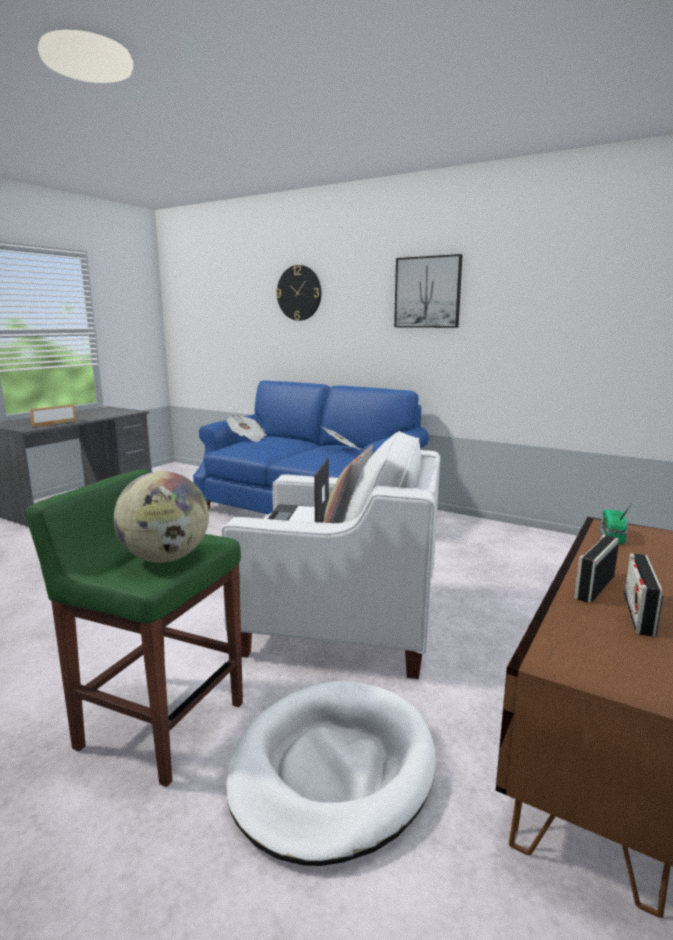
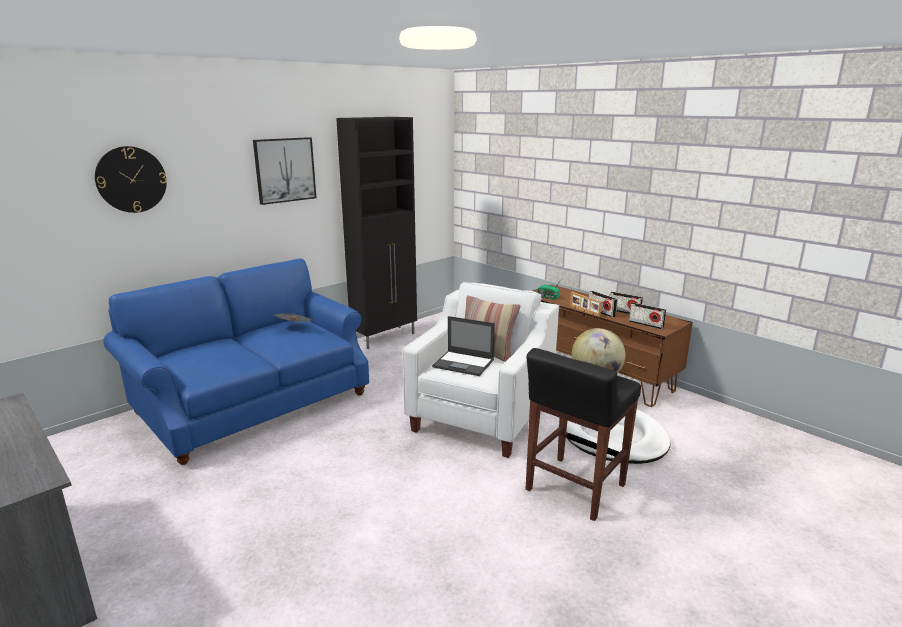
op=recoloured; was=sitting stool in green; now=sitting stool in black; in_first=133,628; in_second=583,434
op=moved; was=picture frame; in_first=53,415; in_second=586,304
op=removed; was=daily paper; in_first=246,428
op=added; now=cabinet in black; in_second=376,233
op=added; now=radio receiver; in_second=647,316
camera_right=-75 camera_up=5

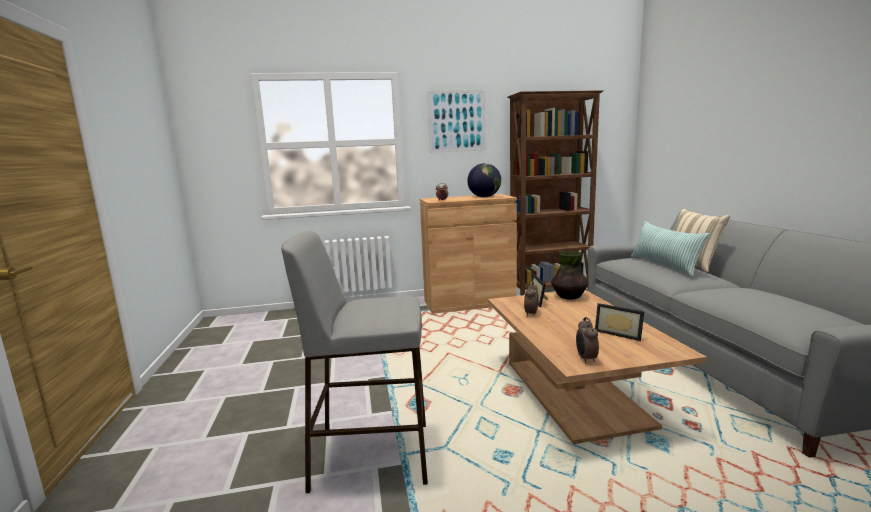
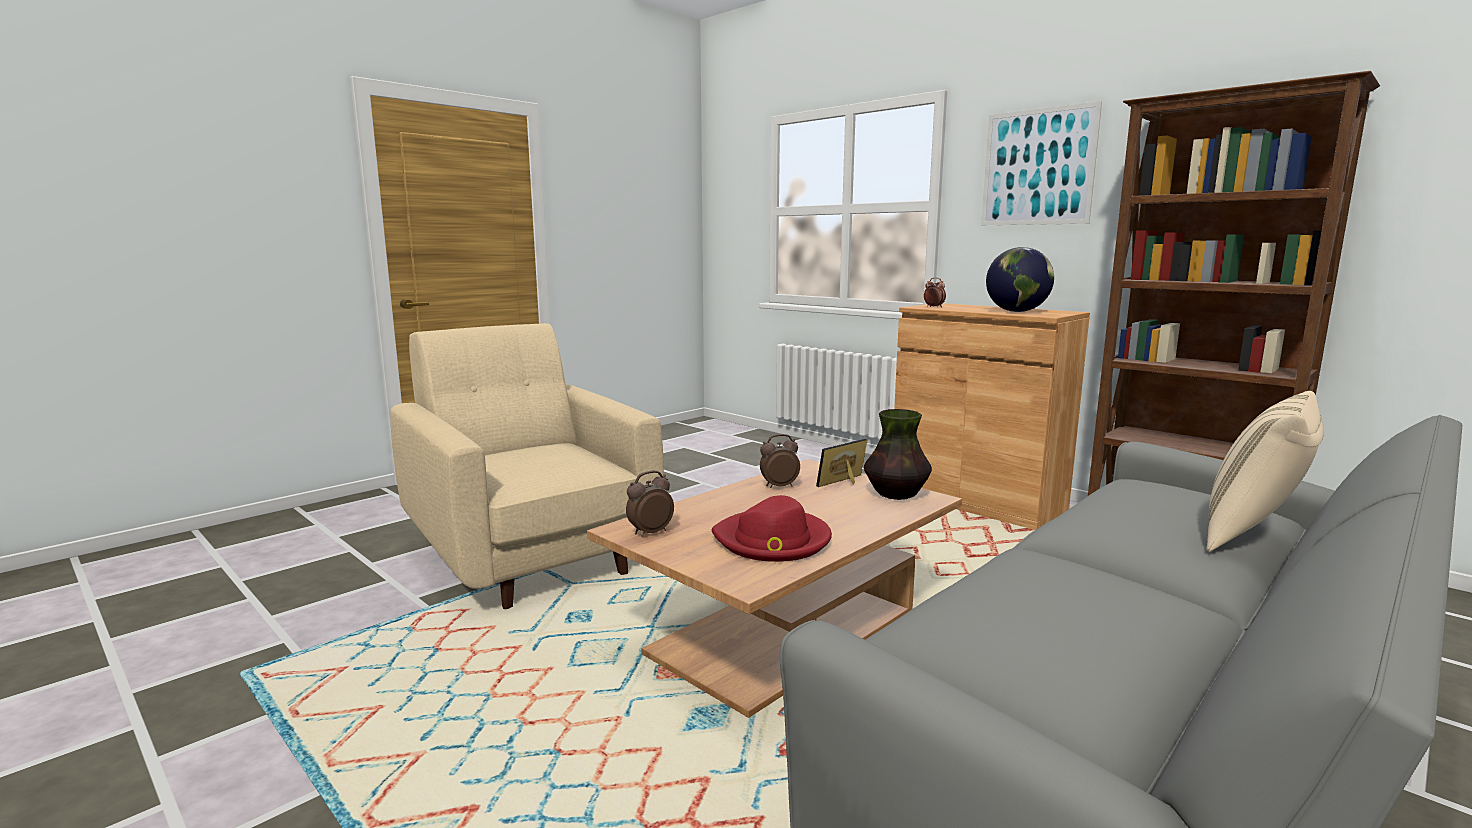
op=replaced; was=sitting stool in greyish; now=easy chair in beige-coloured; in_first=354,362; in_second=527,466
op=replaced; was=picture frame; now=clothing hat in red-coloured; in_first=619,322; in_second=772,528
op=removed; was=cushion; in_first=670,248
camera_right=55 camera_up=0

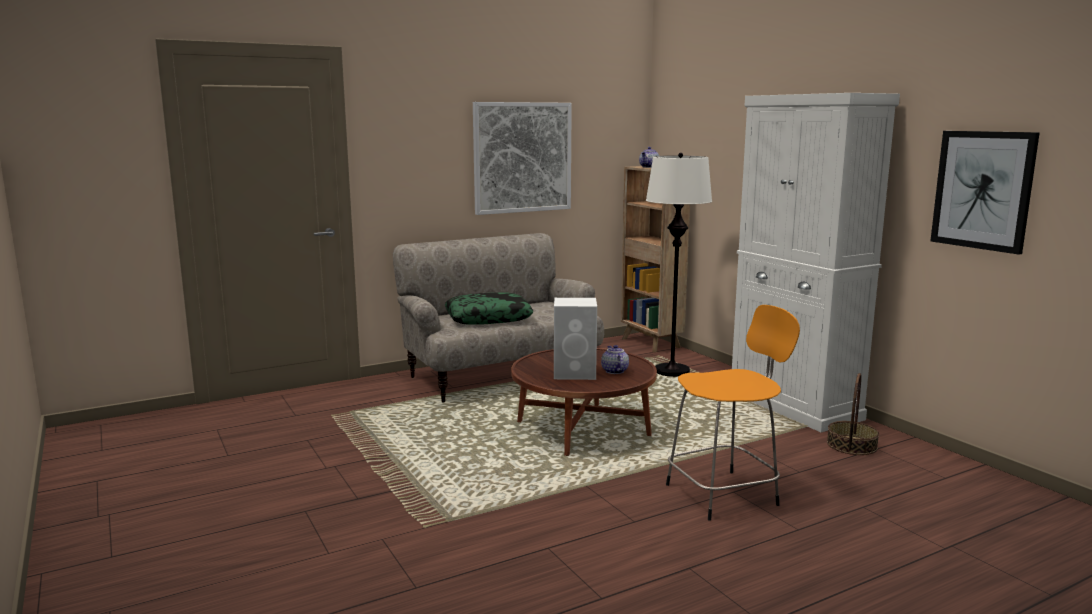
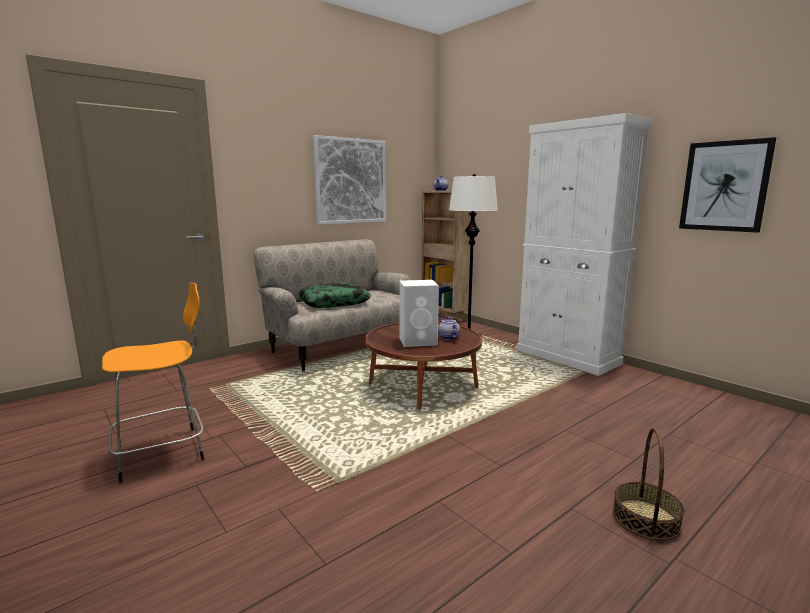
op=moved; was=sitting stool in orange; in_first=733,413; in_second=153,382
op=moved; was=storage basket; in_first=853,414; in_second=648,484
camera_right=-10 camera_up=0

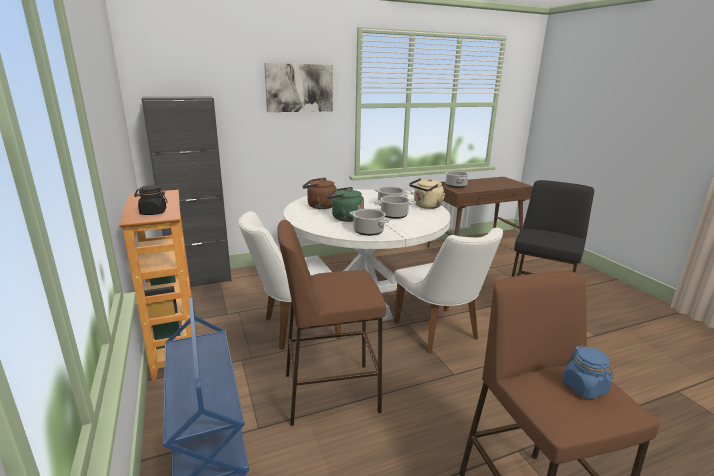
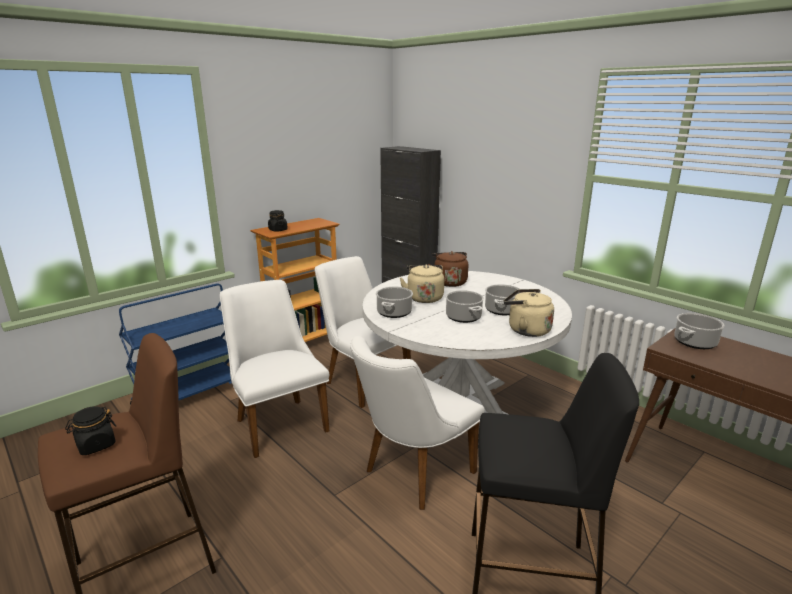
op=removed; was=wall picture; in_first=298,87
op=replaced; was=sitting stool in brown-coloured; now=plain chair in whitish; in_first=331,323; in_second=274,369
op=recoloured; was=water kettle in green; now=water kettle in beige-coloured; in_first=345,204; in_second=422,284
op=recoloured; was=preserve jar in blue-coloured; now=preserve jar in black; in_first=588,372; in_second=90,430
camera_right=70 camera_up=0

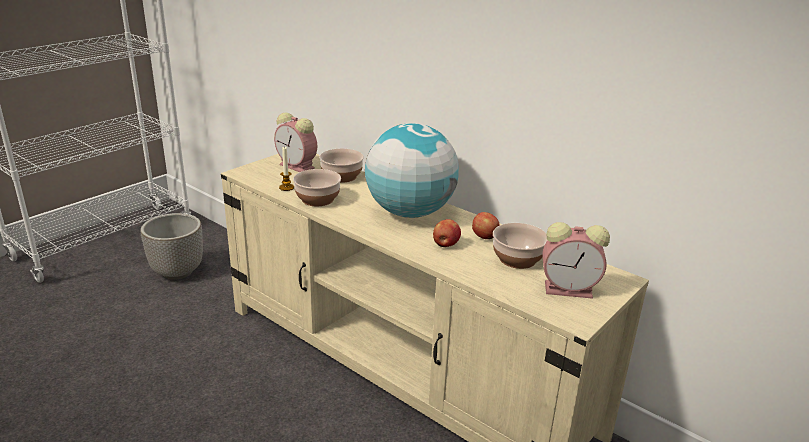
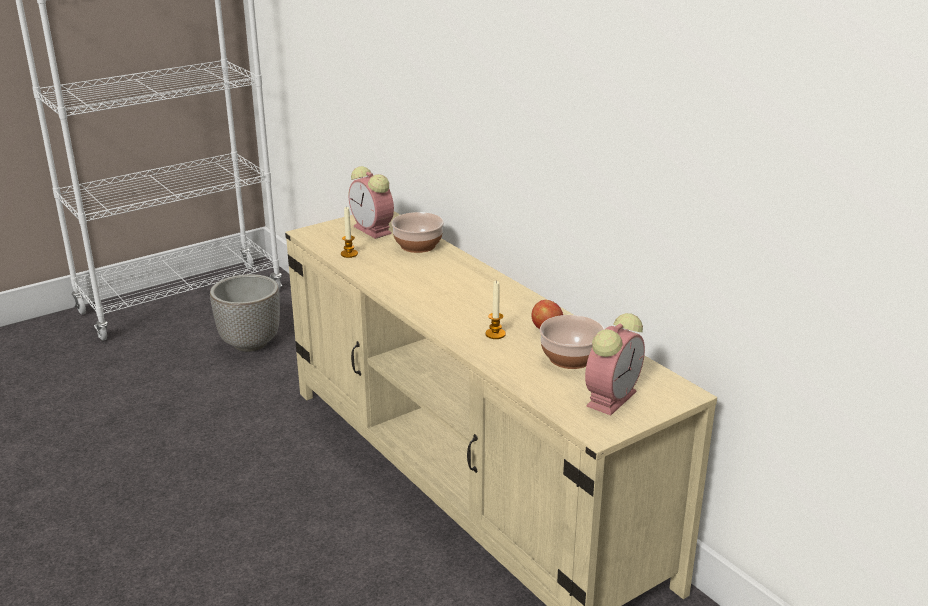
op=removed; was=bowl; in_first=317,187
op=removed; was=desk globe; in_first=412,170
op=replaced; was=apple fruit; now=wax light; in_first=447,233; in_second=495,309
op=turned; was=table clock; in_first=576,260; in_second=615,364; clockwise=-75
camera_right=15 camera_up=0

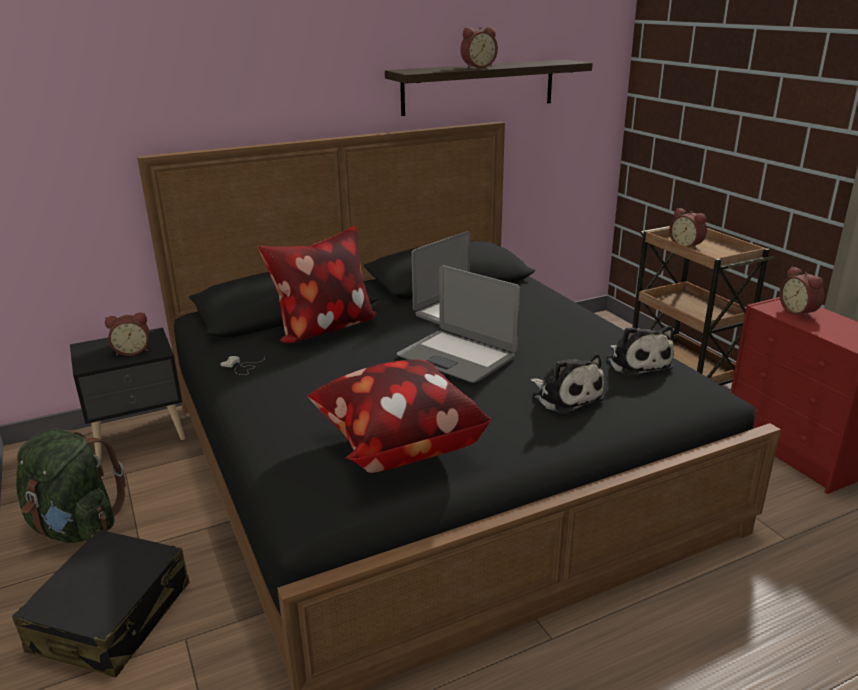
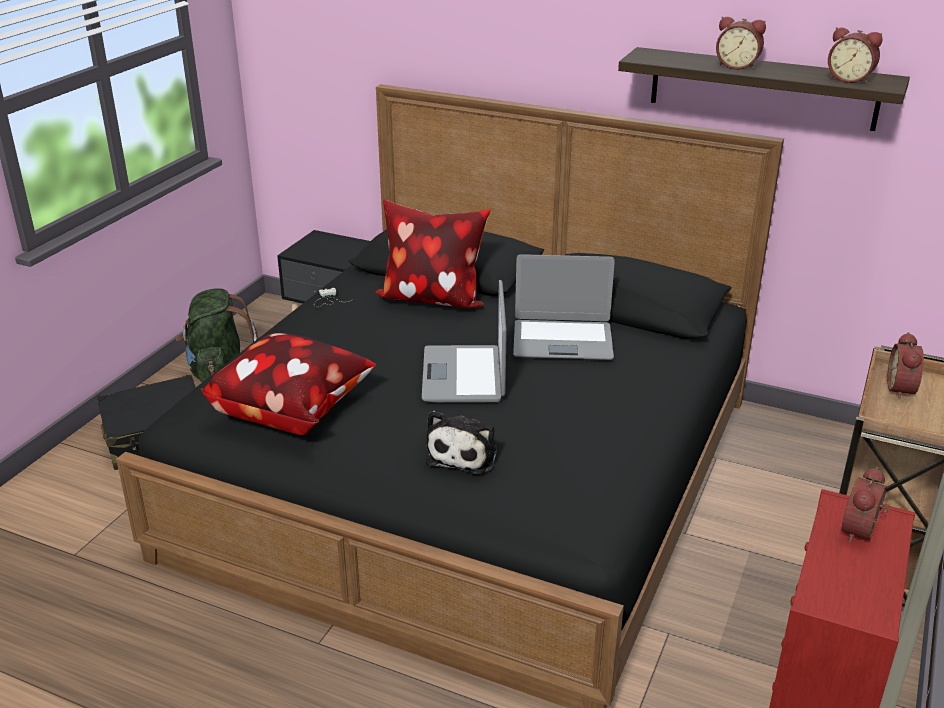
op=moved; was=table clock; in_first=127,334; in_second=855,55
op=removed; was=soft toy; in_first=640,351
camera_right=50 camera_up=5

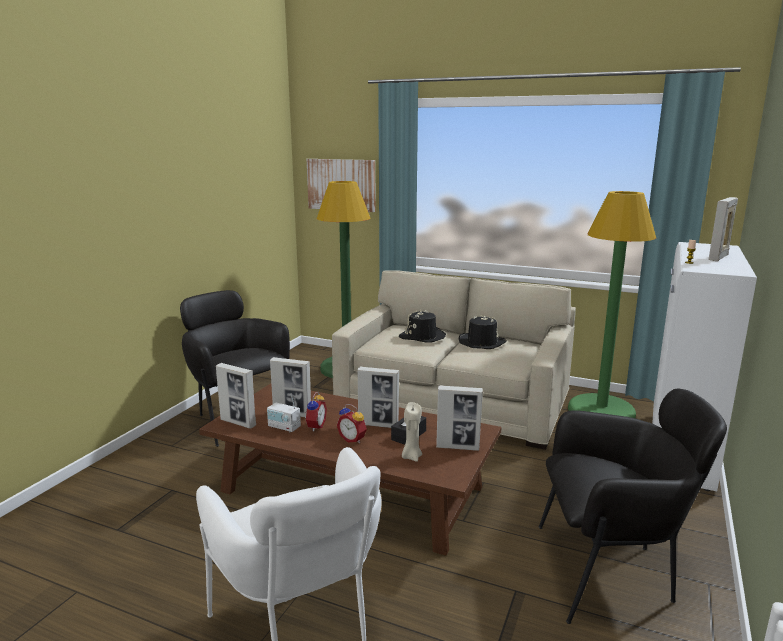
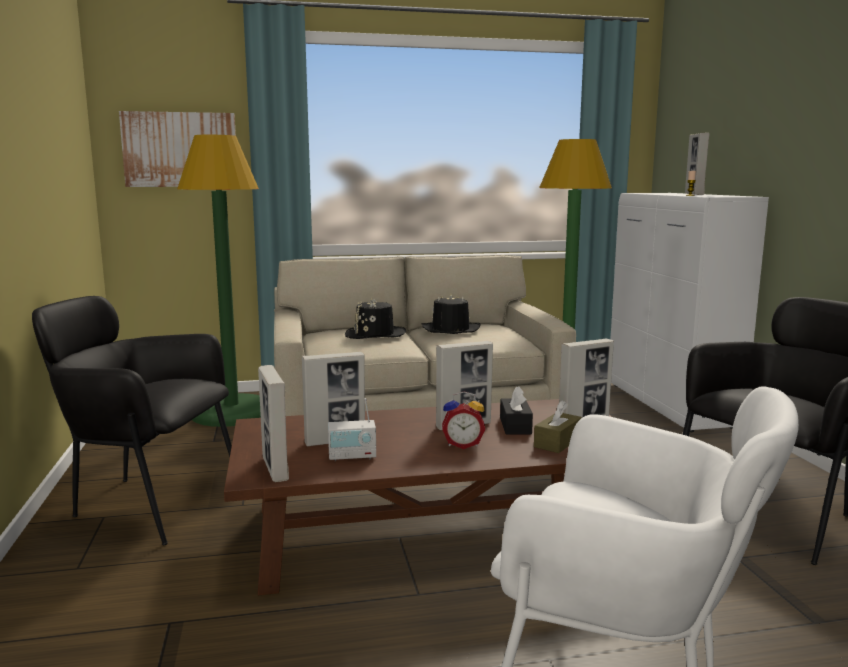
op=turned; was=picture frame; in_first=236,396; in_second=273,423; clockwise=75
op=removed; was=table clock; in_first=315,411
op=replaced; was=wax light in beige-coloured; now=tissue holder in brown-coloured; in_first=412,432; in_second=558,426
camera_right=-35 camera_up=-5

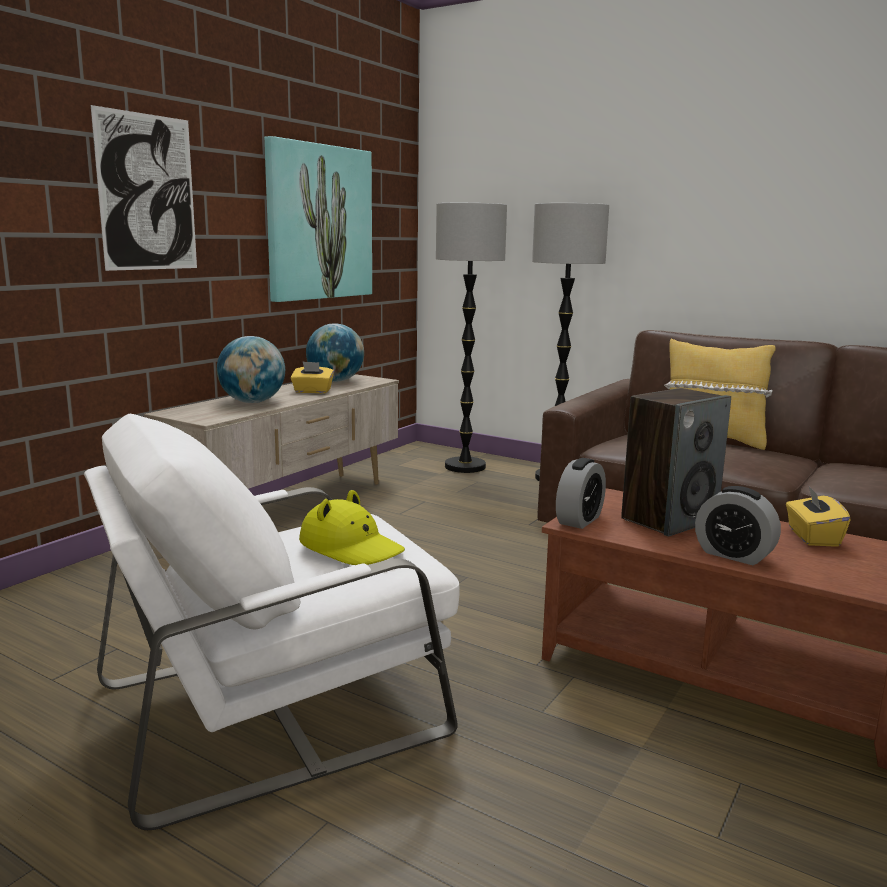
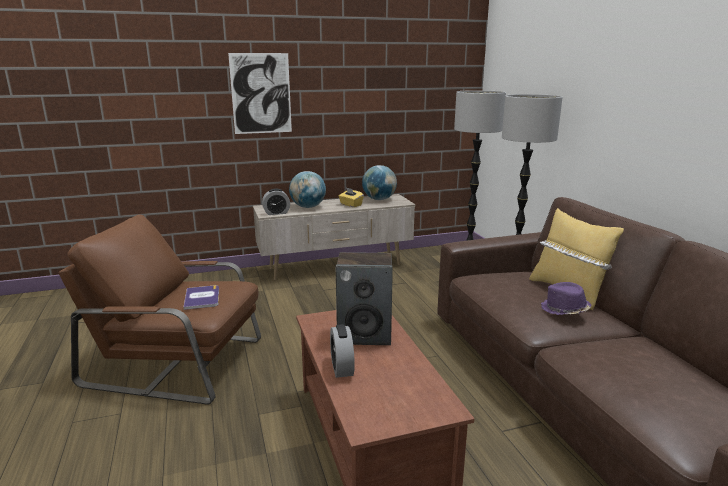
op=recoloured; was=easy chair in whitish; now=easy chair in brown-coloured; in_first=271,622; in_second=160,309
op=removed; was=wall picture; in_first=318,219
op=replaced; was=clothing hat in yellow-coloured; now=bound book; in_first=352,527; in_second=201,297
op=moved; was=table clock; in_first=581,493; in_second=276,202
op=removed; was=tissue holder in yellow-coloured; in_first=818,517
op=added; now=clothing hat in purple-coloured; in_second=566,298
camera_right=40 camera_up=5

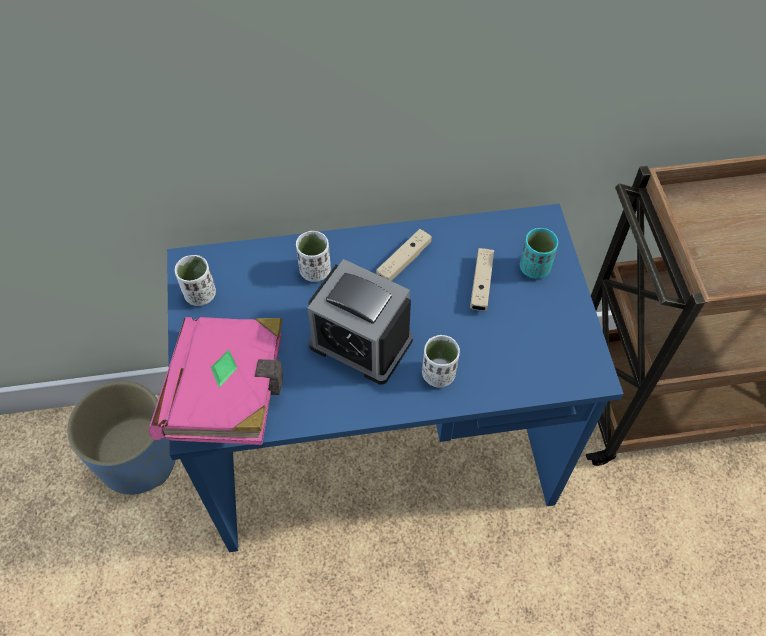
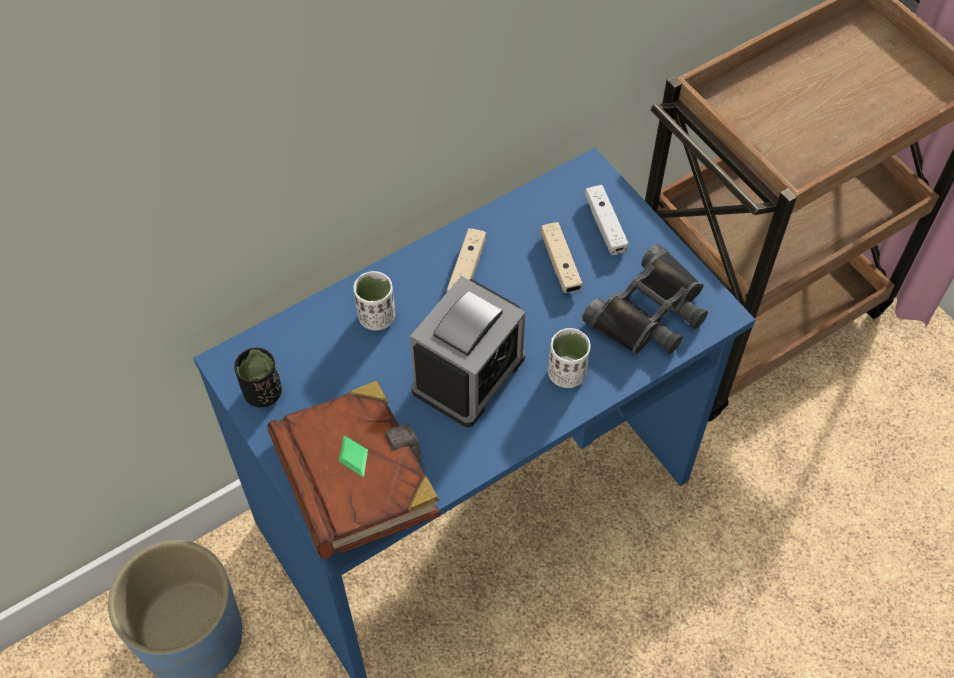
op=recoloured; was=bound book in pink; now=bound book in brown-coloured; in_first=216,381; in_second=354,470
op=recoloured; was=cup in whitish; now=cup in black; in_first=195,280; in_second=258,378
op=turned; was=table clock; in_first=360,322; in_second=467,351; clockwise=-60
op=replaced; was=cup in turquoise; now=joypad in whitish; in_first=539,253; in_second=607,220
op=added; now=field glasses in black; in_second=645,299
camera_right=-25 camera_up=0

